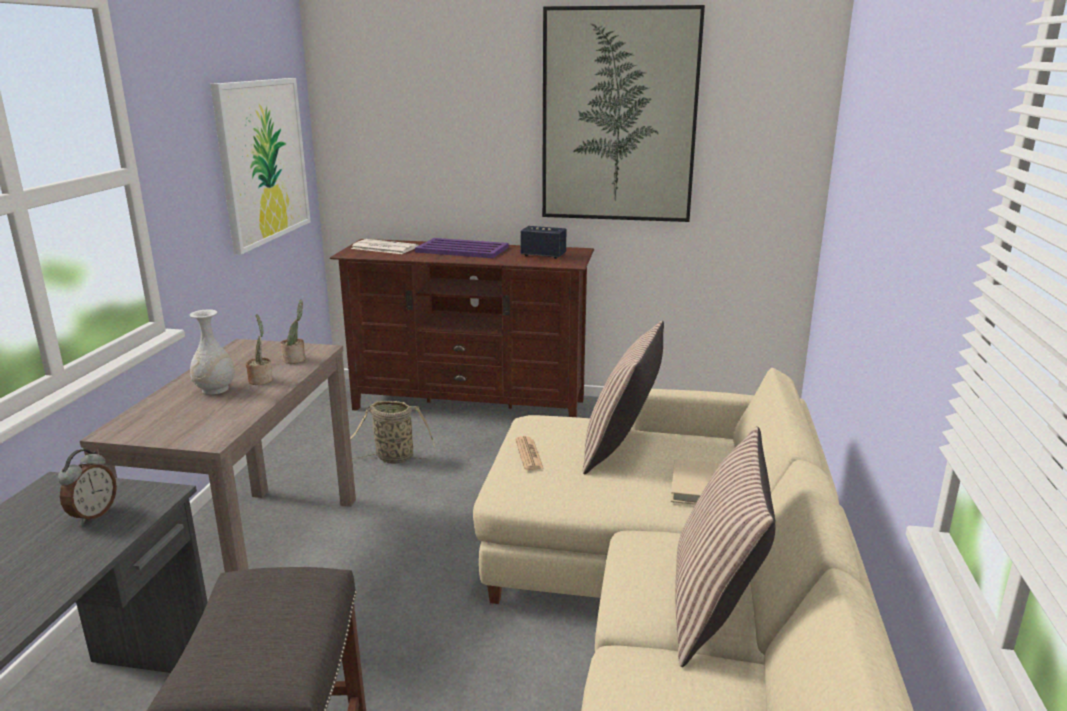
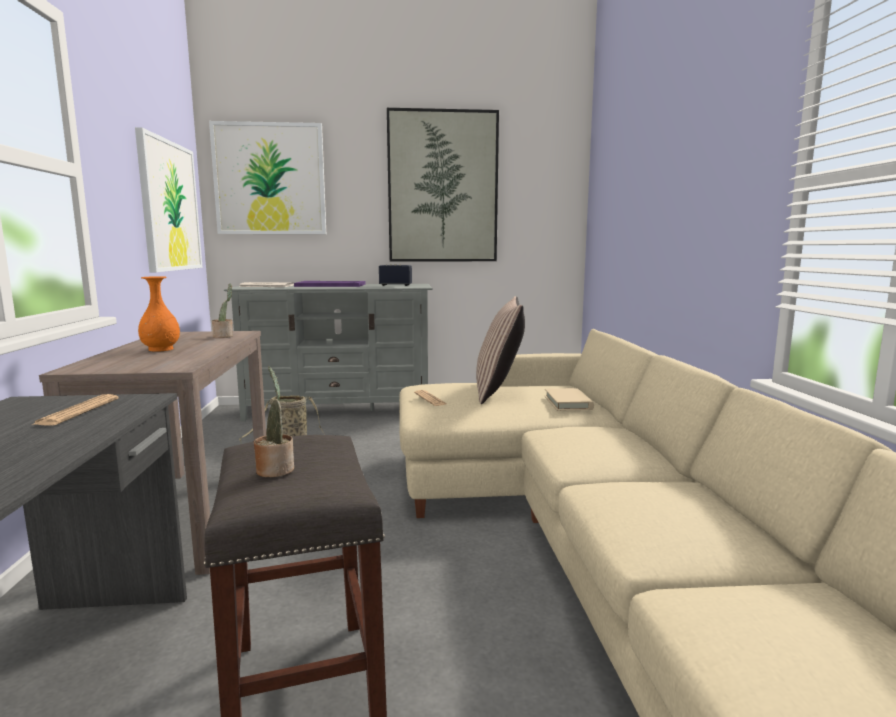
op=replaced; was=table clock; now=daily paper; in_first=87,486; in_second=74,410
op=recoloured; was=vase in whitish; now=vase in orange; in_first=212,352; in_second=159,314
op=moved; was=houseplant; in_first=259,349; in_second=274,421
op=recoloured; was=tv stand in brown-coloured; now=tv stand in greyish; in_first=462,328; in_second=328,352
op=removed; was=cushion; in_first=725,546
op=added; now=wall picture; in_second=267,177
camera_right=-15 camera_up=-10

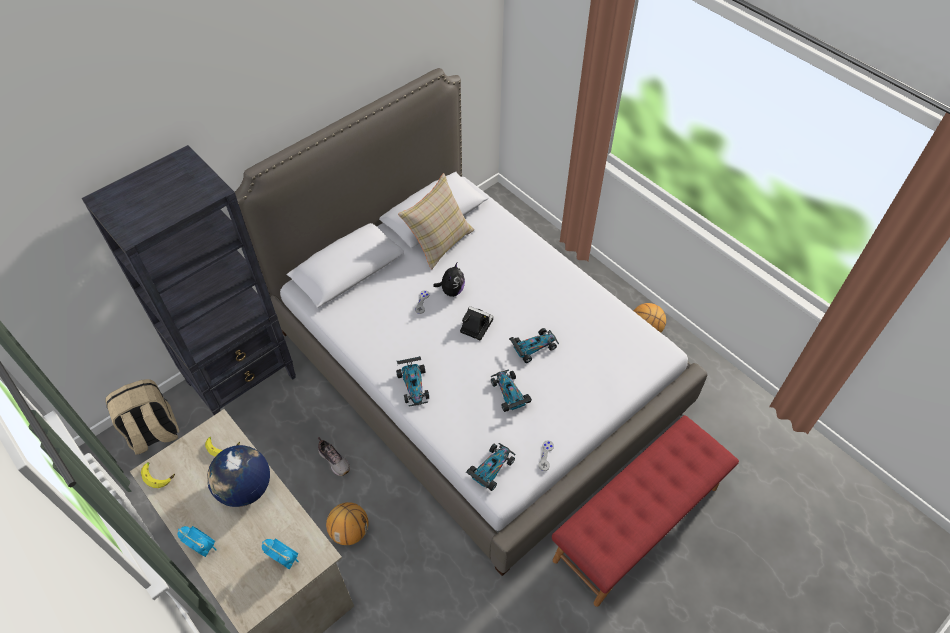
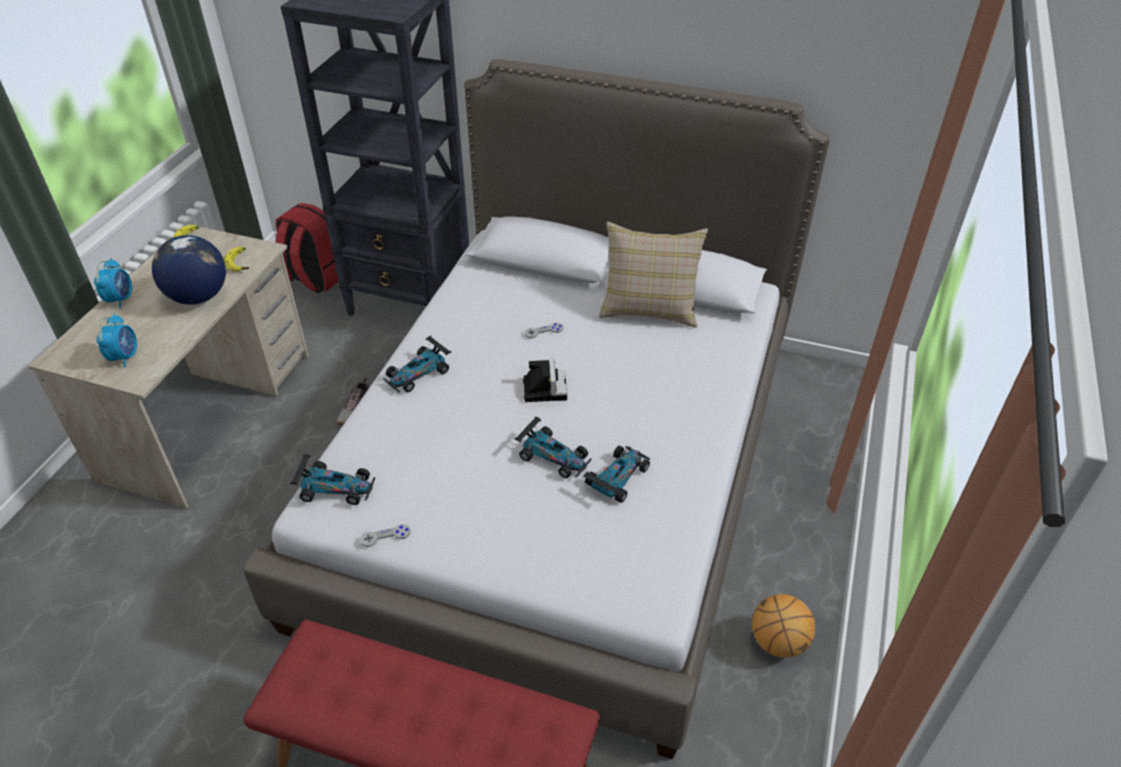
op=recoloured; was=knapsack in beige-coloured; now=knapsack in red-coloured; in_first=142,417; in_second=307,248
op=removed; was=basketball ball; in_first=347,523
op=removed; was=soft toy; in_first=449,280
op=moved; was=model car; in_first=511,391; in_second=616,474
camera_right=60 camera_up=-10

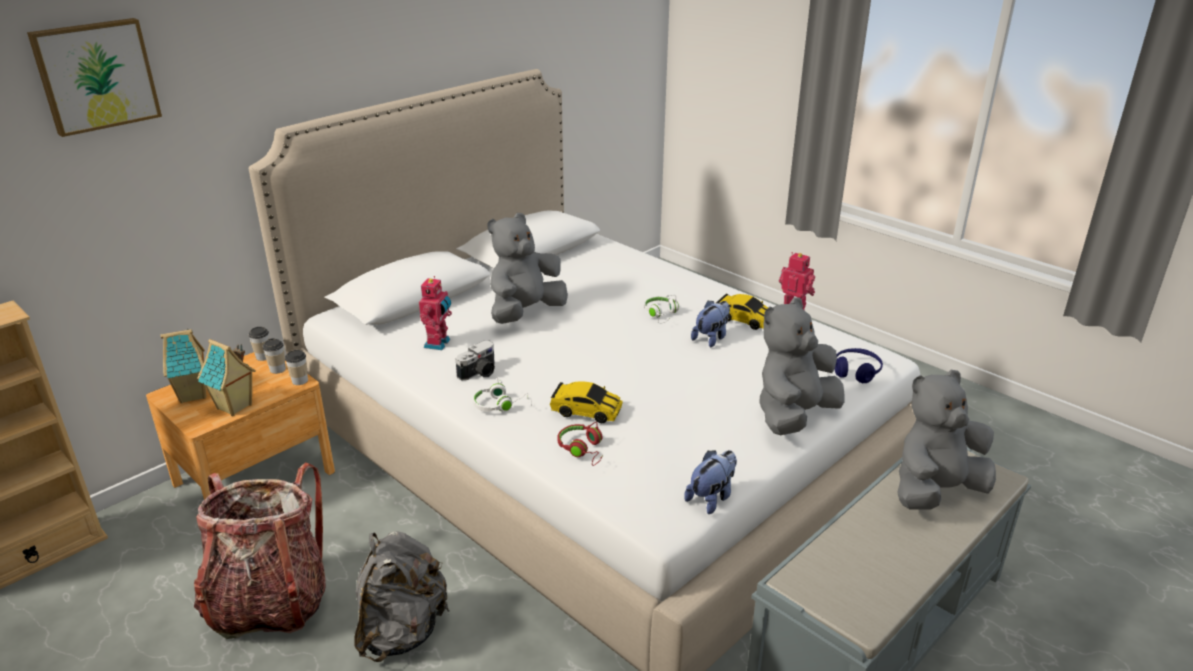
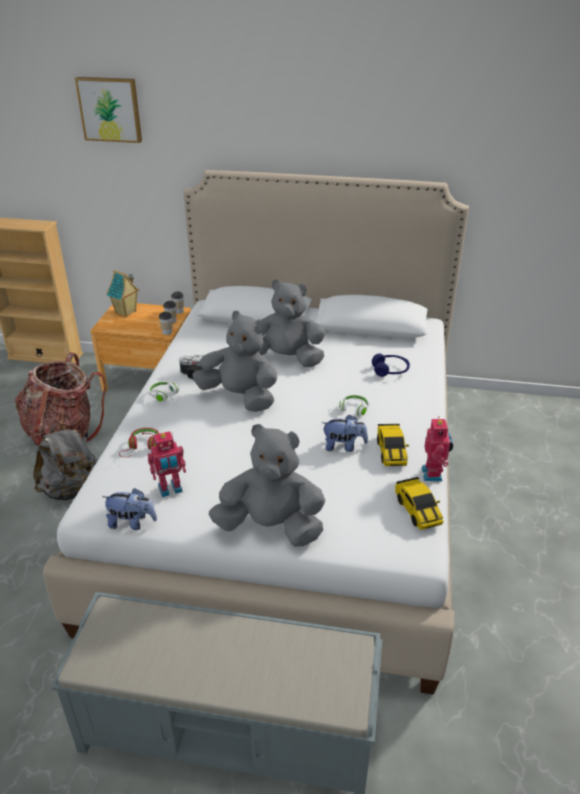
op=removed; was=toy house; in_first=227,377
op=moved; was=model robot; in_first=435,313; in_second=167,464
op=moved; was=model car; in_first=586,402; in_second=419,503
op=moved; was=headset in blue-coloured; in_first=859,365; in_second=391,365
op=moved; was=soft toy in greyish; in_first=946,440; in_second=234,361
camera_right=55 camera_up=5

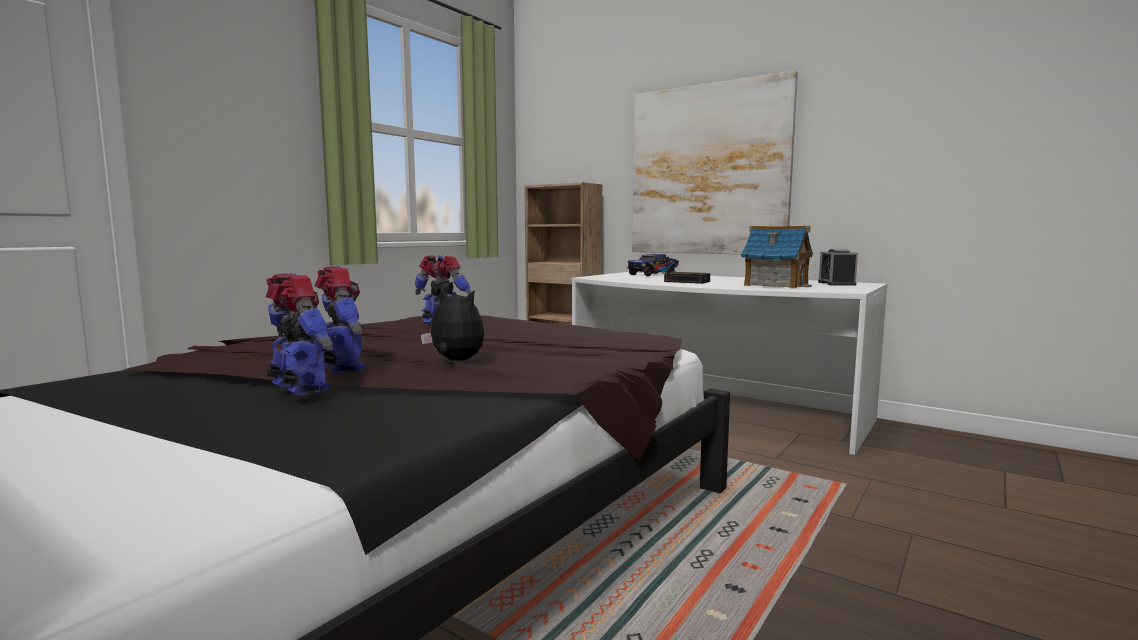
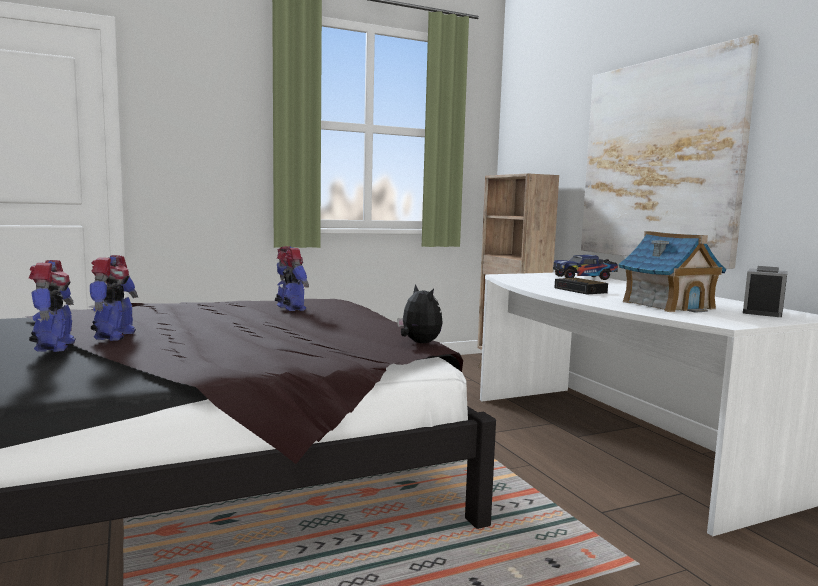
op=moved; was=soft toy; in_first=452,325; in_second=420,313
camera_right=30 camera_up=0

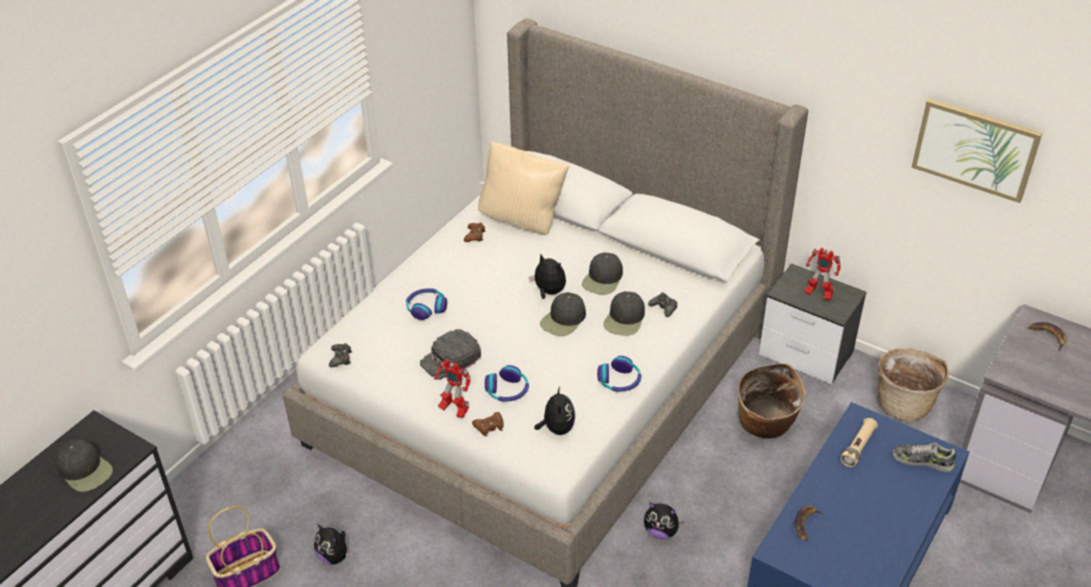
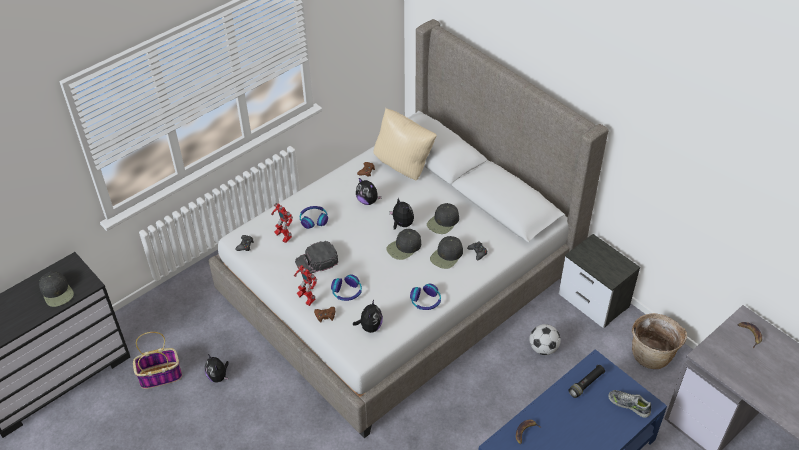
op=moved; was=soft toy; in_first=664,521; in_second=369,191
op=replaced; was=storage basket; now=ball for football; in_first=771,401; in_second=545,339
op=moved; was=model robot; in_first=822,274; in_second=282,223
op=recoloured; was=torch in beige-coloured; now=torch in black; in_first=859,442; in_second=586,381
op=removed; was=wall picture; in_first=976,151
camera_right=15 camera_up=5

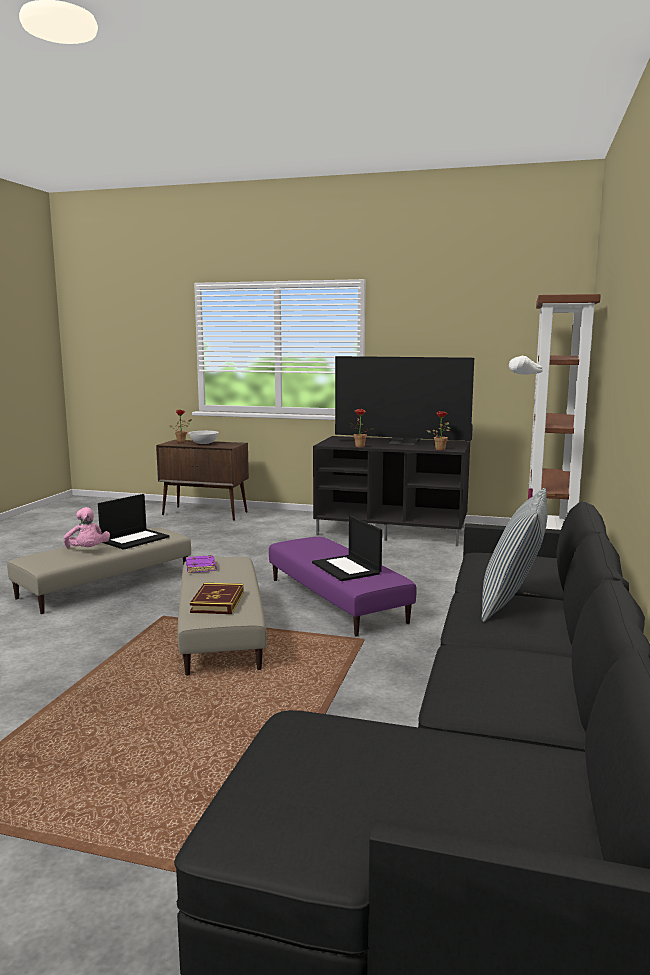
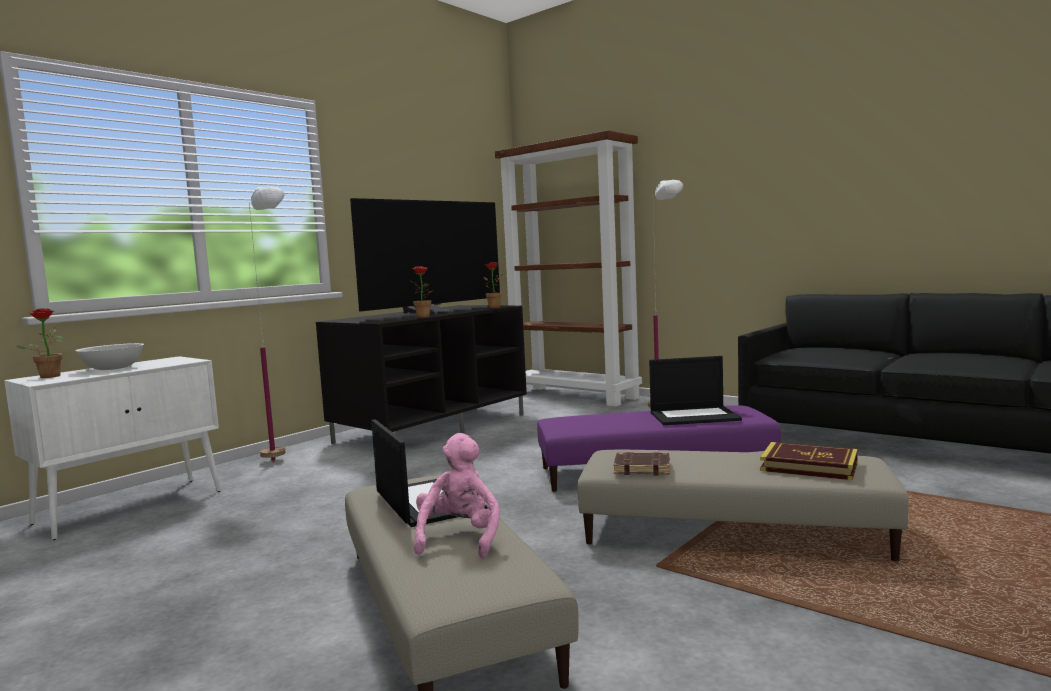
op=turned; was=soft toy in pink; in_first=86,528; in_second=457,495; clockwise=-75
op=recoloured; was=cabinet in brown-coloured; now=cabinet in whitish; in_first=202,480; in_second=112,448
op=recoloured; was=bound book in purple-coloured; now=bound book in brown-coloured; in_first=201,564; in_second=642,463
op=removed; was=cushion; in_first=515,555
op=added; now=floor lamp in whitish; in_second=267,324
camera_right=-65 camera_up=-5

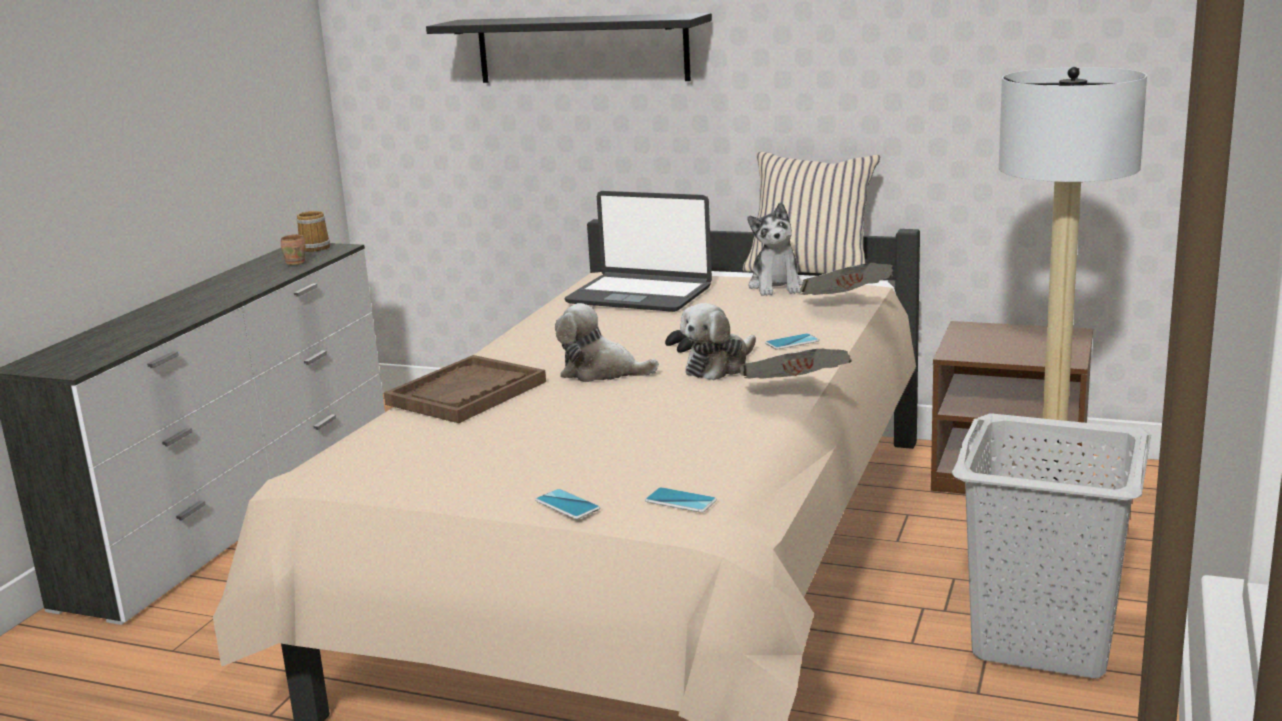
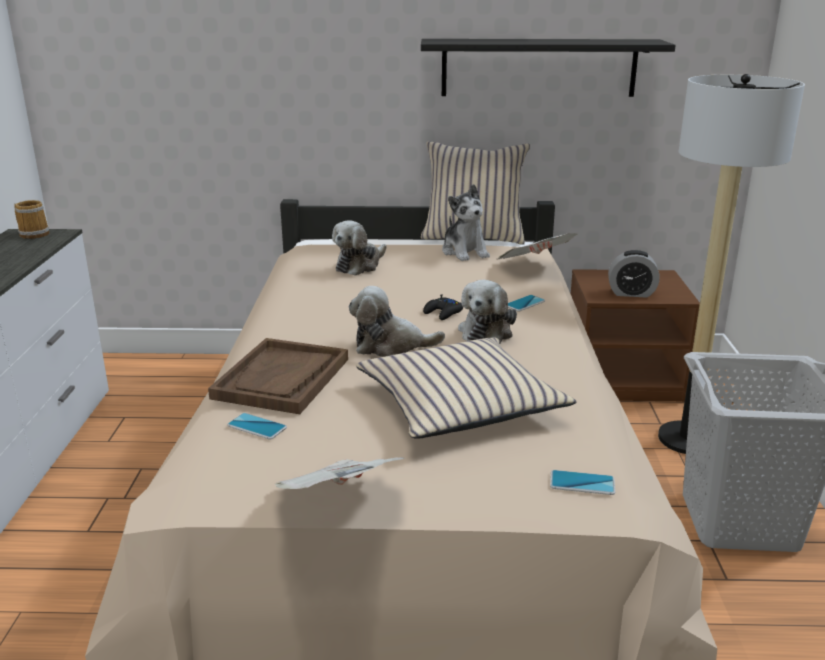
op=removed; was=coffee mug in brown-coloured; in_first=293,249
op=moved; was=shelf in black; in_first=569,48; in_second=548,68
op=moved; was=telephone; in_first=567,504; in_second=257,426
op=replaced; was=notebook computer; now=soft toy; in_first=638,251; in_second=359,248
op=moved; was=daily paper; in_first=795,364; in_second=340,473
op=added; now=cushion in beige-coloured; in_second=466,388
op=added; now=table clock; in_second=634,274
camera_right=-20 camera_up=5

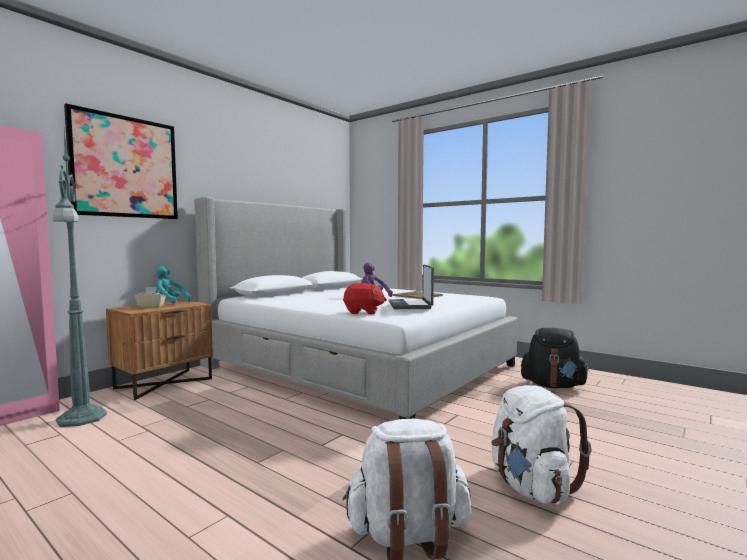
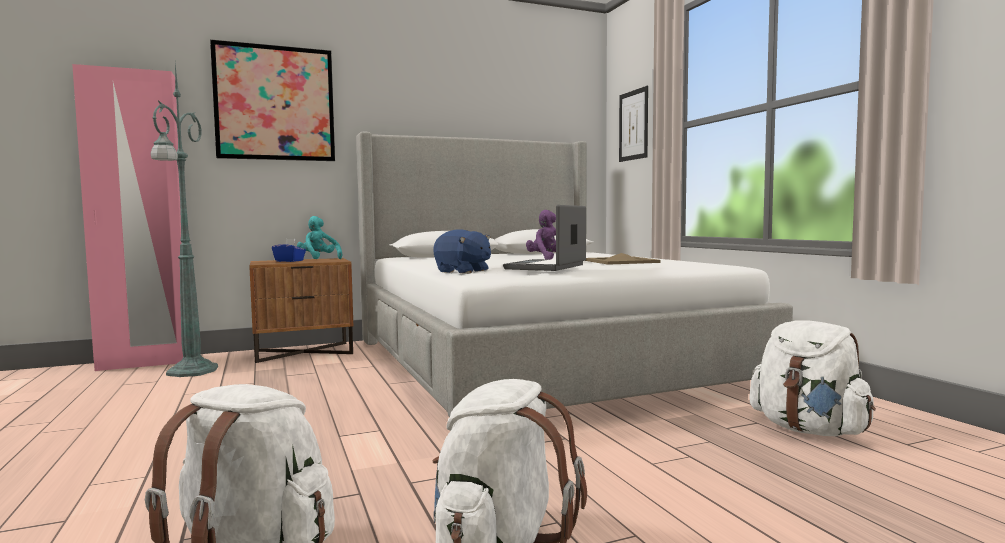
op=recoloured; was=tissue holder in beige-coloured; now=tissue holder in blue-coloured; in_first=150,297; in_second=289,250
op=recoloured; was=soft toy in red-coloured; now=soft toy in blue-coloured; in_first=365,298; in_second=462,251
op=recoloured; was=knapsack in black; now=knapsack in whitish; in_first=555,358; in_second=812,378
op=added; now=wall picture; in_second=633,124
camera_right=30 camera_up=0

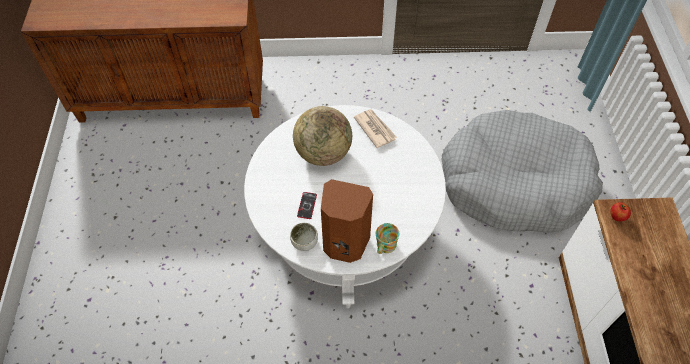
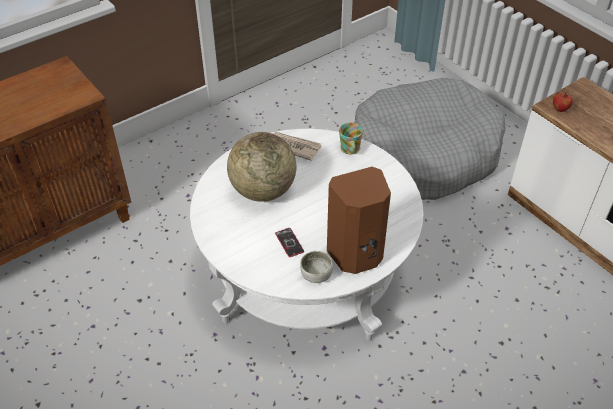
op=moved; was=coffee mug; in_first=387,238; in_second=351,138
camera_right=-35 camera_up=-10

